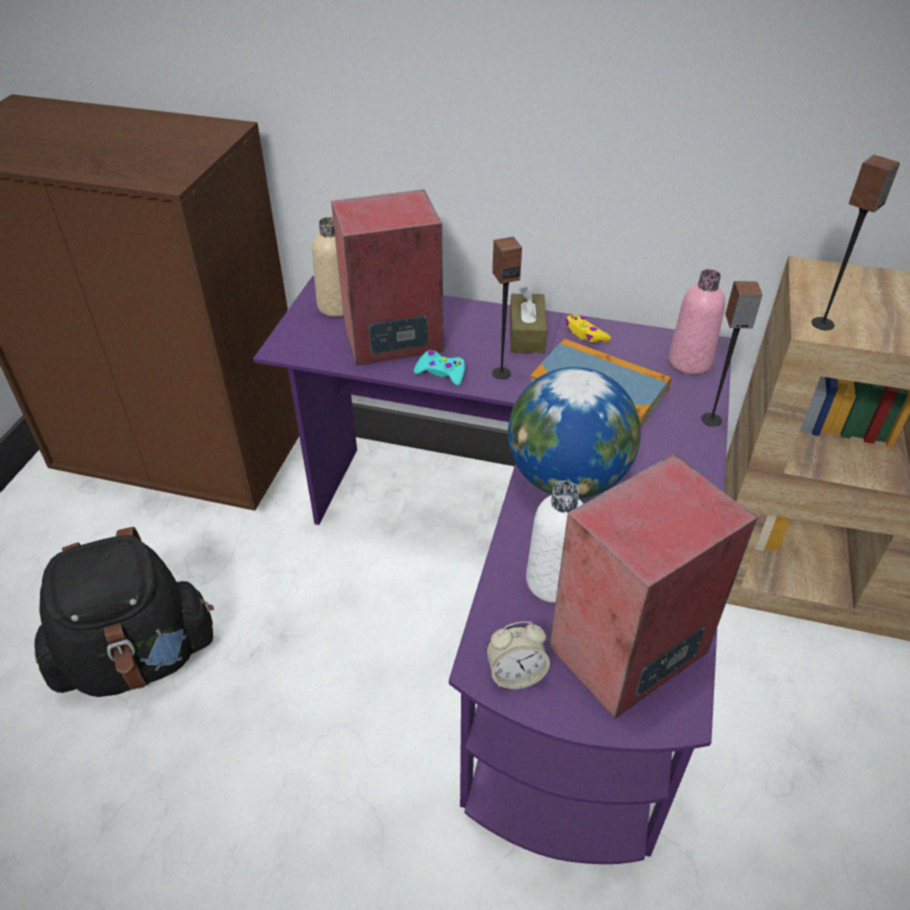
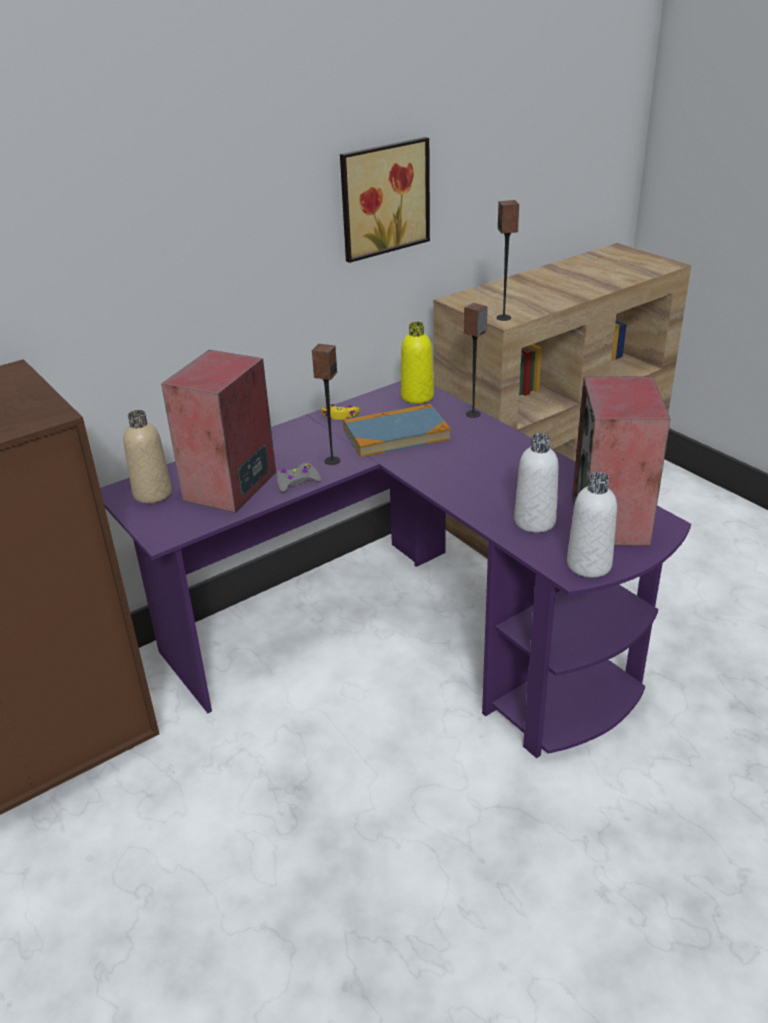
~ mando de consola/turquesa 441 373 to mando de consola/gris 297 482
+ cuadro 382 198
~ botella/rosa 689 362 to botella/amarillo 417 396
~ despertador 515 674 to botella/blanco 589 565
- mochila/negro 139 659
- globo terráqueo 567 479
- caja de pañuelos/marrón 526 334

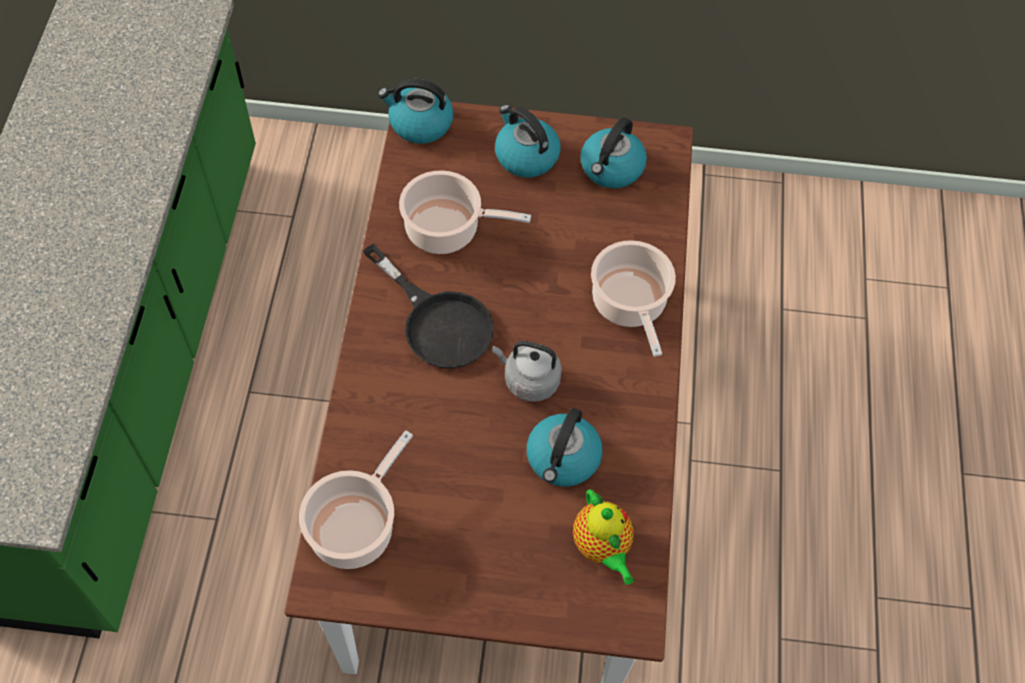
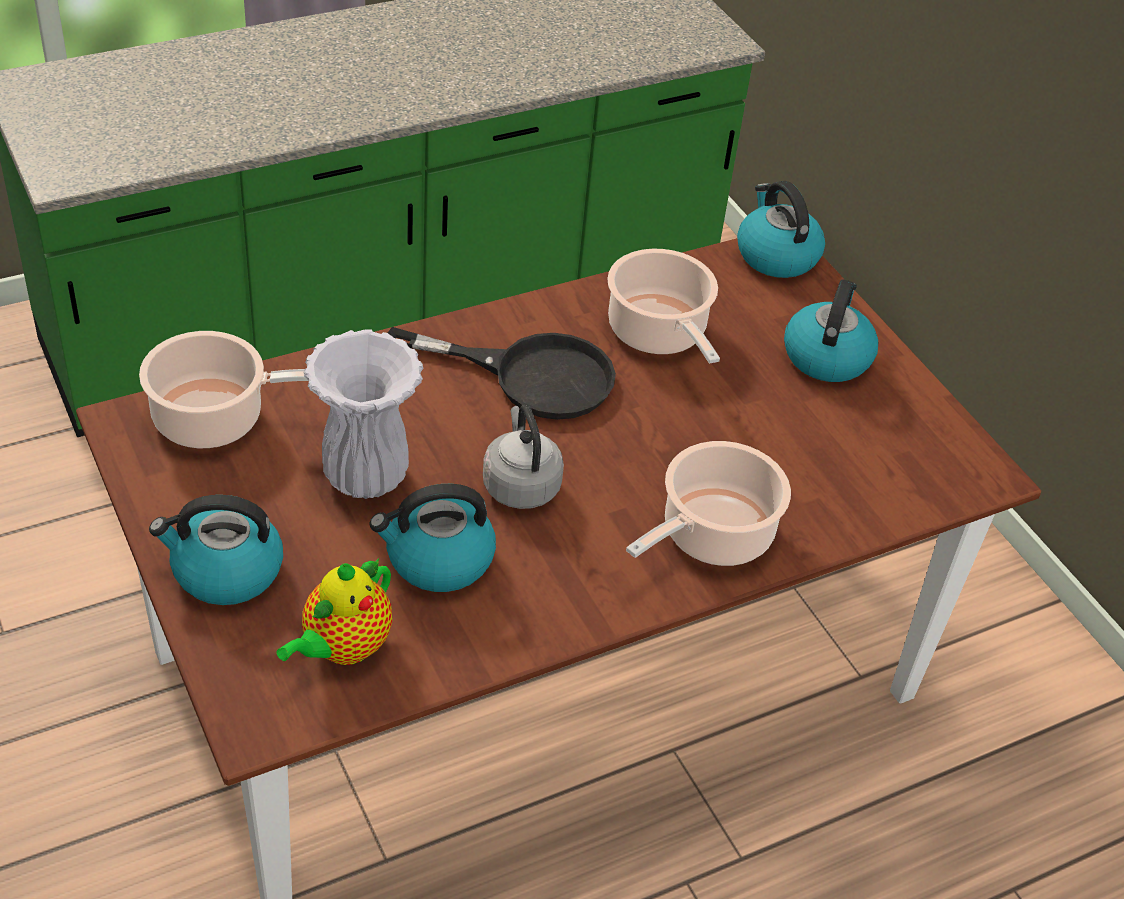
~ hervidor 611 168 to 225 571
+ florero/blanco 363 476
~ sartén/negro 438 321 = 531 376 90 degrees counterclockwise

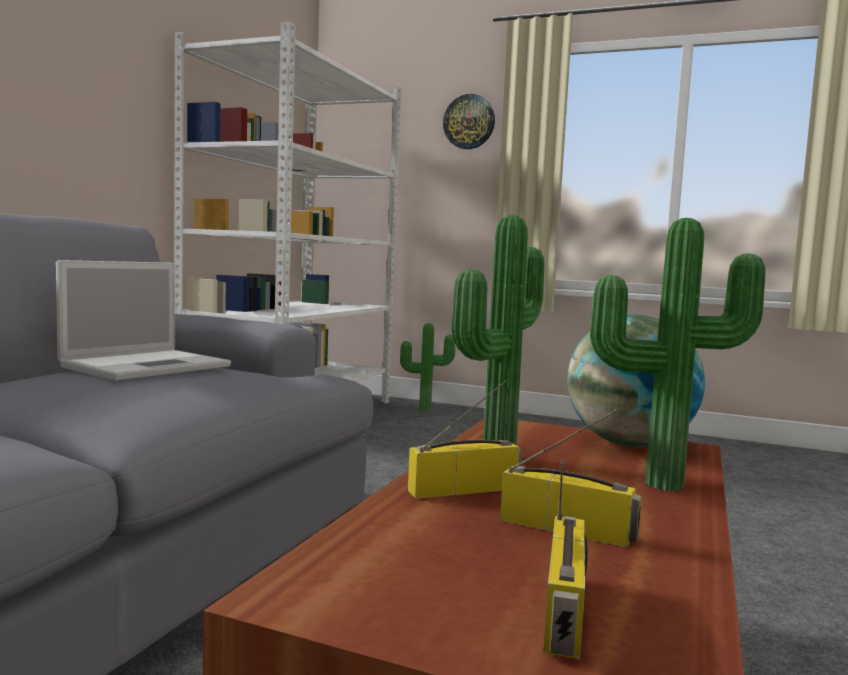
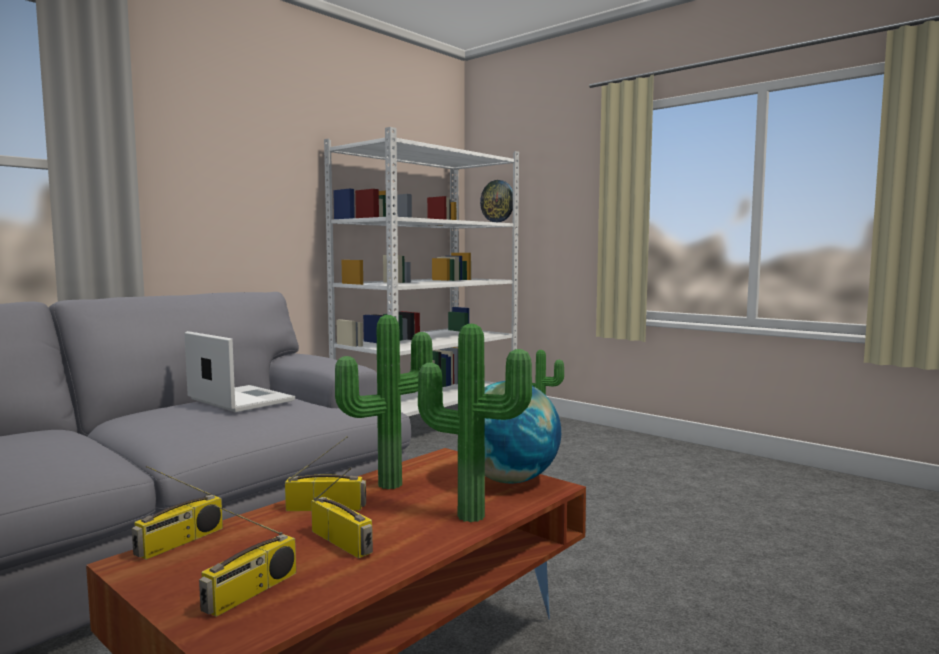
+ radio 180 542
~ portátil 149 366 = 239 399 105 degrees counterclockwise
~ reloj de pared 469 122 to 498 201

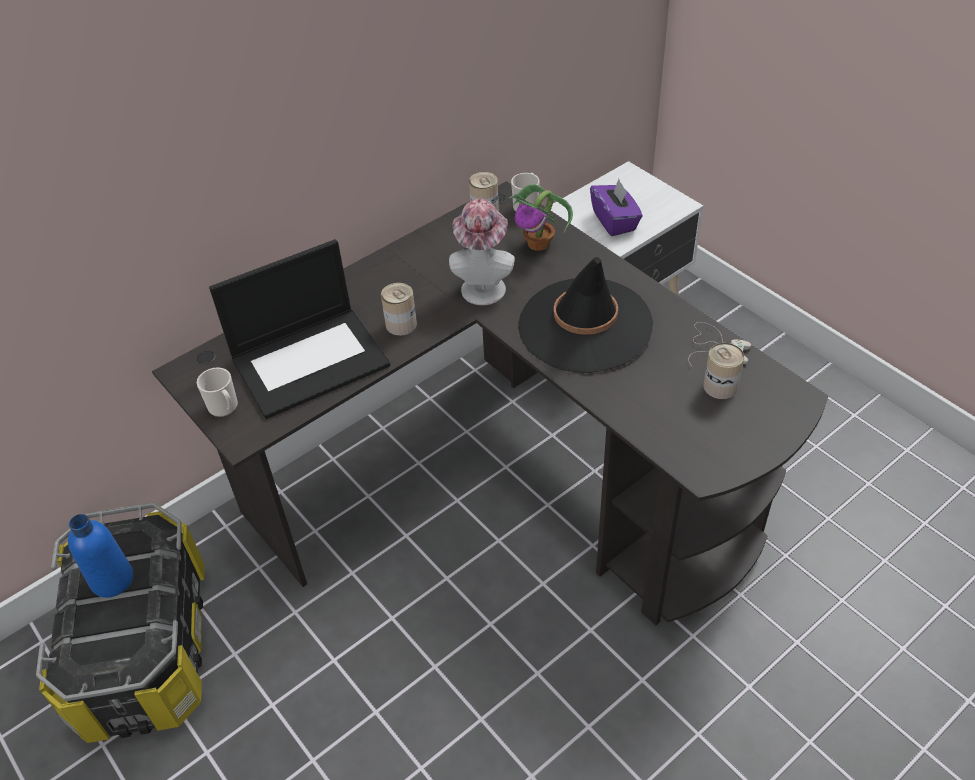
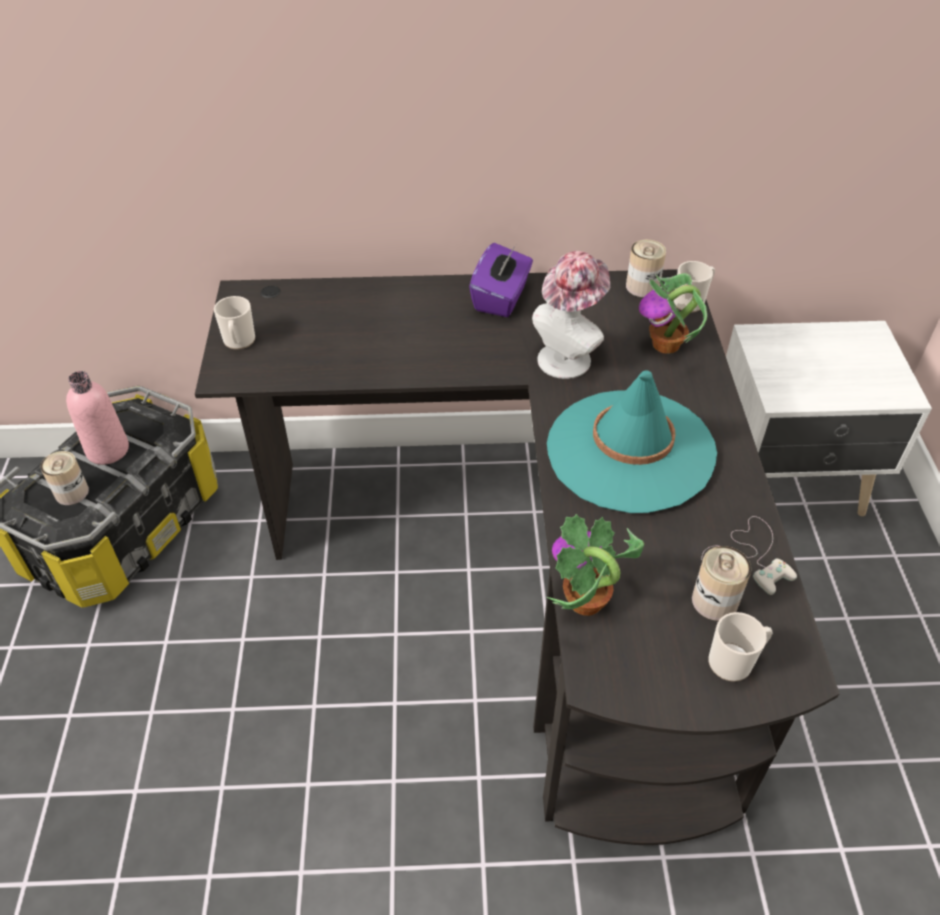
~ lata 401 324 to 72 492
~ botella/azul 112 579 to botella/rosa 107 450
~ caja de pañuelos/morado 615 221 to 501 298
~ sombrero/negro 585 325 to sombrero/turquesa 630 451
+ planta en maceta 585 602
+ taza grande 734 661
- portátil 311 360

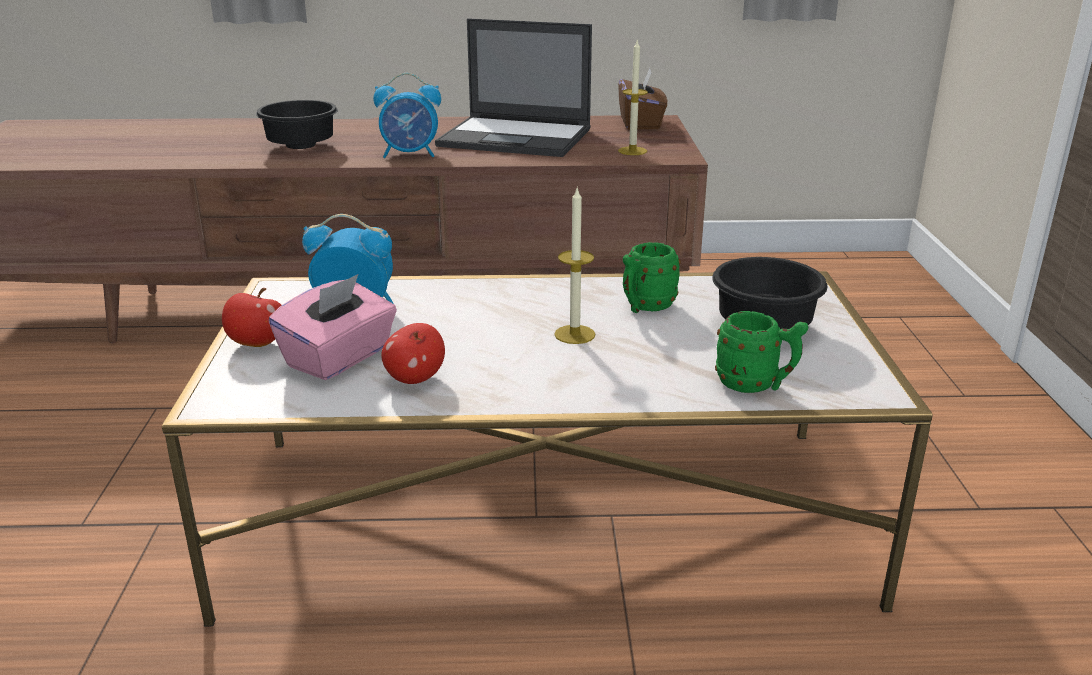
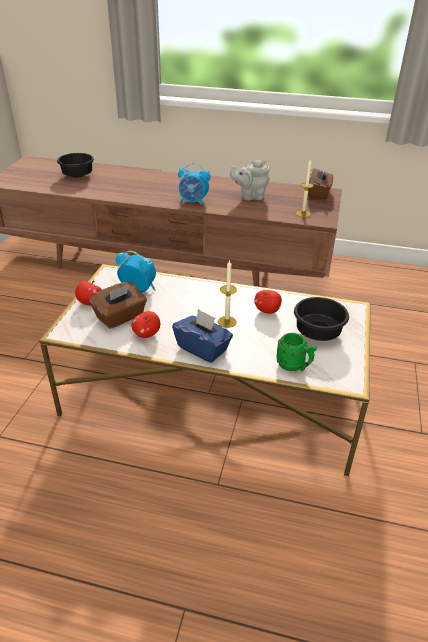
~ cuenco/negro 300 146 to 77 175
~ caja de pañuelos/rosa 339 358 to caja de pañuelos/marrón 120 317
+ caja de pañuelos/azul 203 348
~ portátil 517 138 to tetera/gris 250 196
~ taza grande/verde 644 307 to manzana 267 311

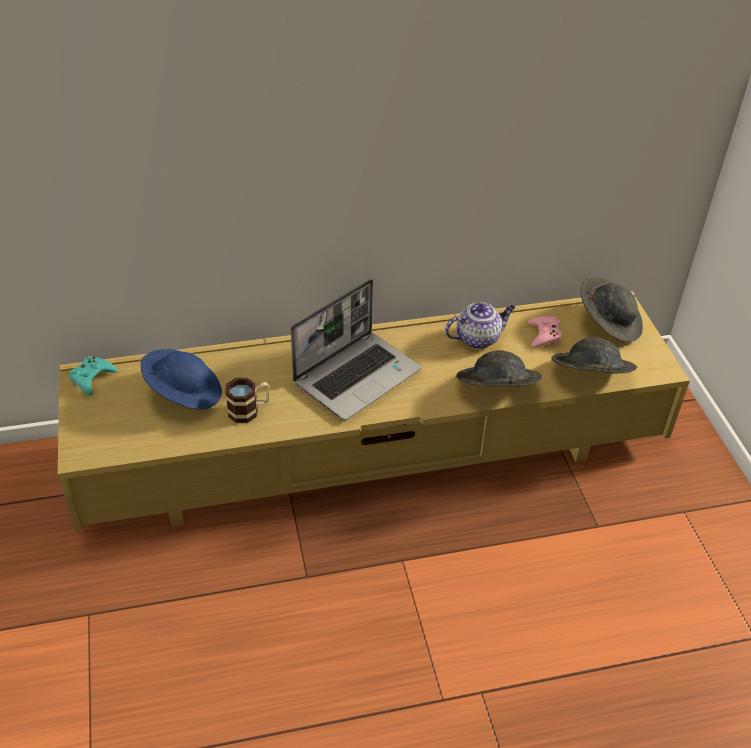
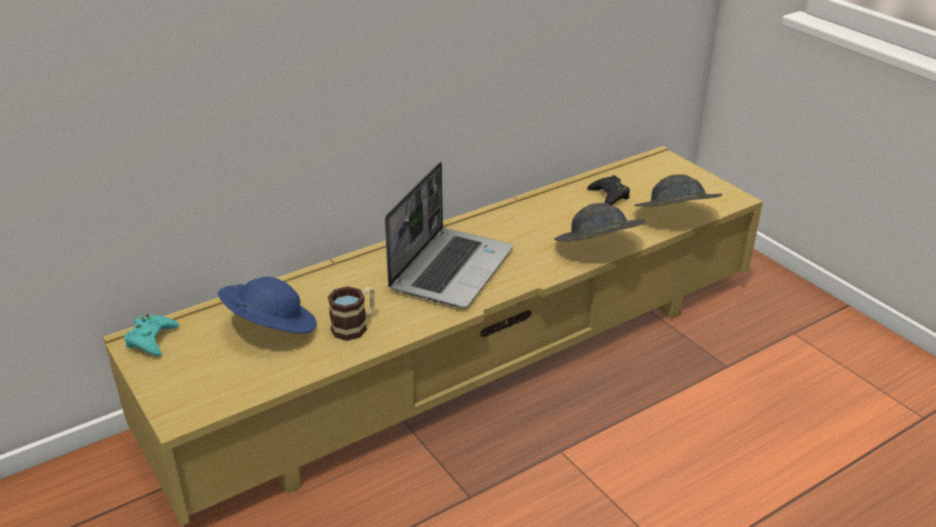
~ mando de consola/rosa 544 335 to mando de consola/negro 609 195
- tetera 478 338
- sombrero/gris 608 323

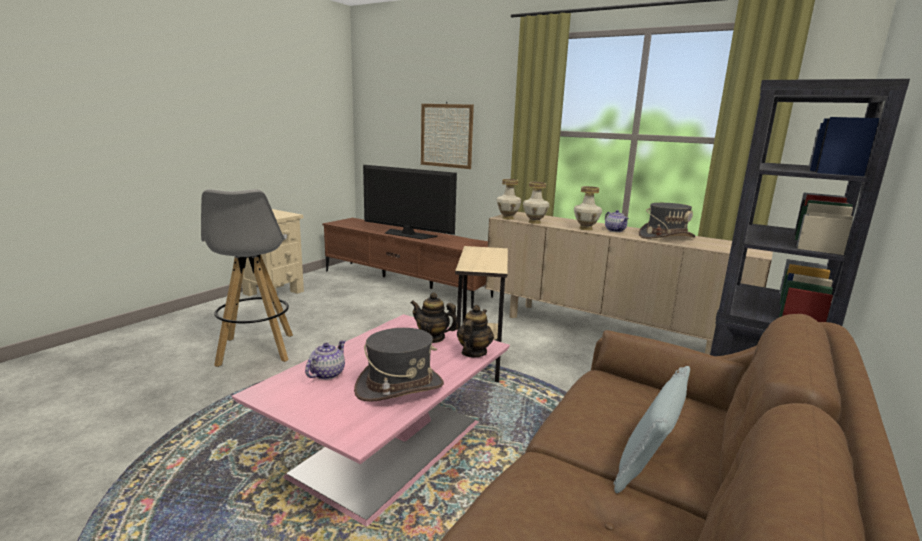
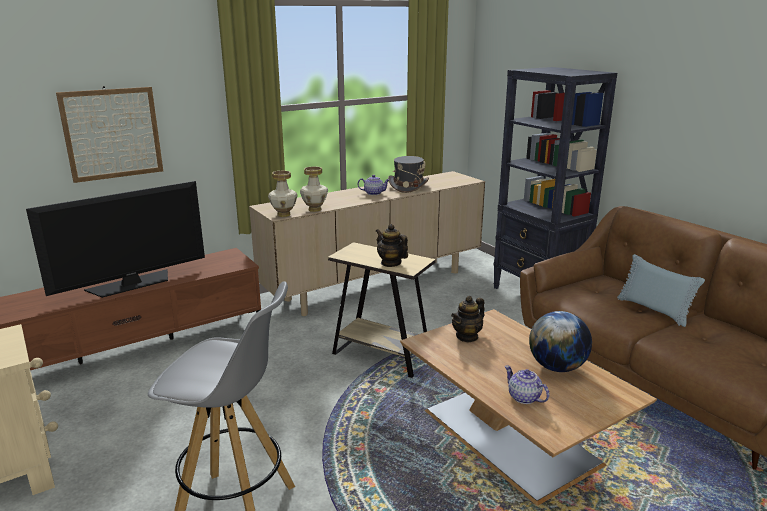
~ tetera 473 352 to 391 263
~ mesa de centro/rosa 387 450 to mesa de centro/marrón 512 438
~ sombrero/gris 399 387 to globo terráqueo 557 367
- florero 586 228

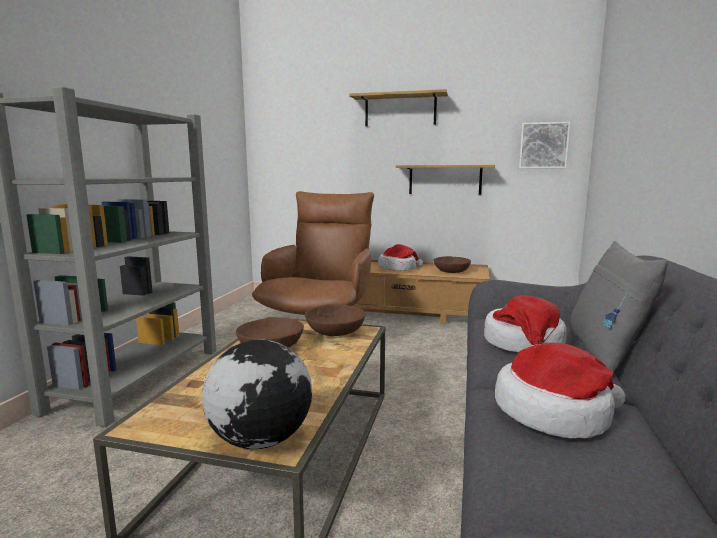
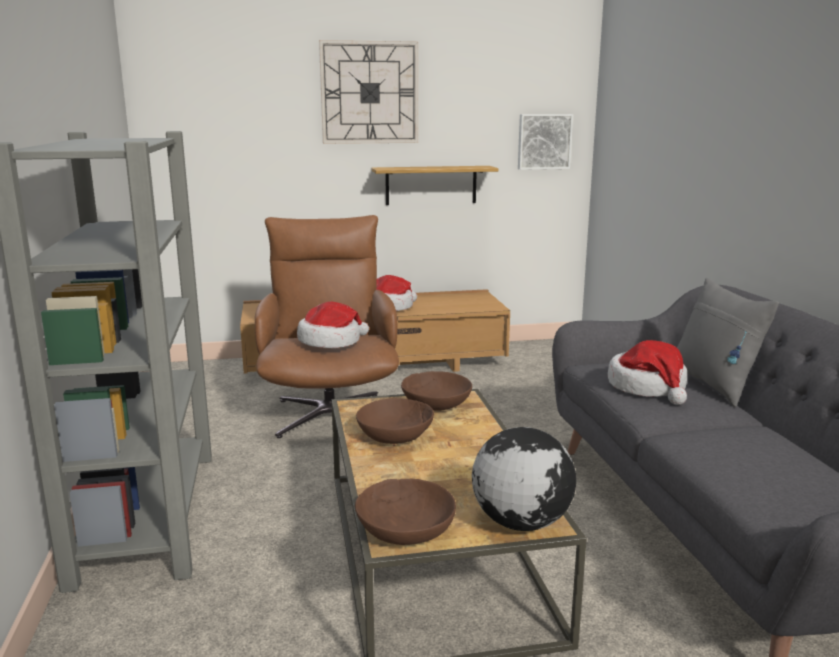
~ sombrero 554 412 to 331 341
~ estante 400 110 to reloj de pared 369 93
~ cuenco/marrón 451 271 to 405 531

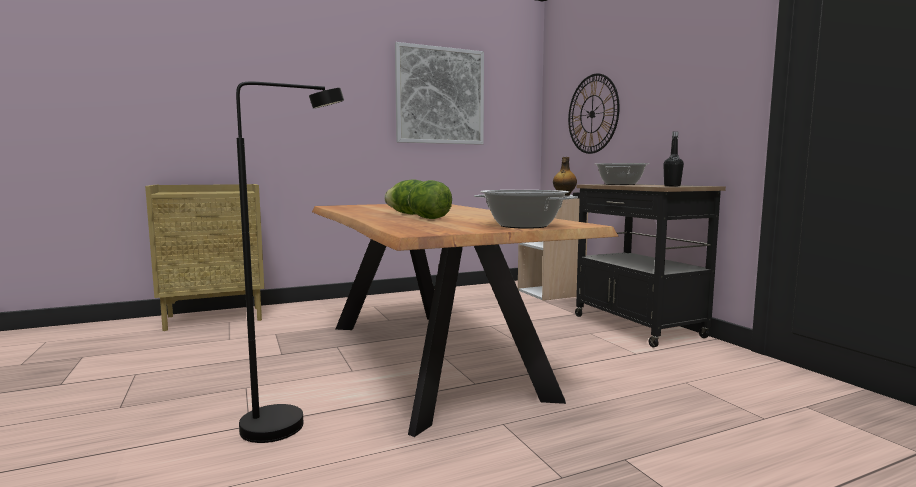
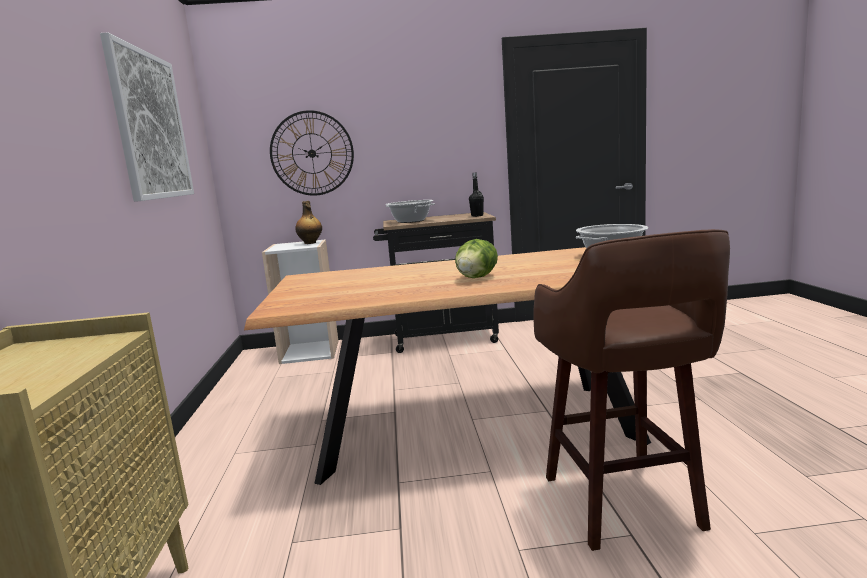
~ lámpara de pie/negro 290 422 to taburete/marrón 623 507
- lechuga 428 218

